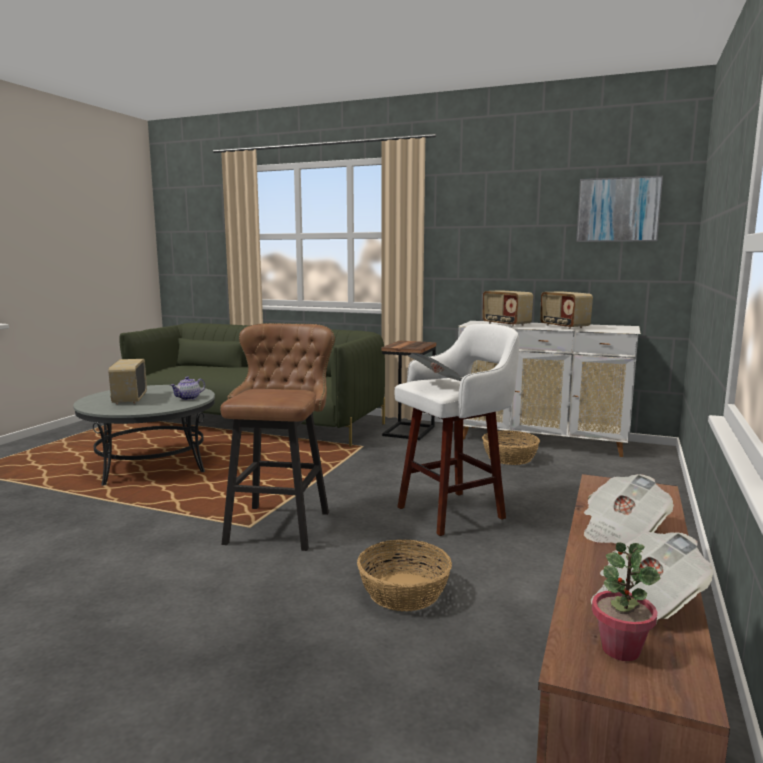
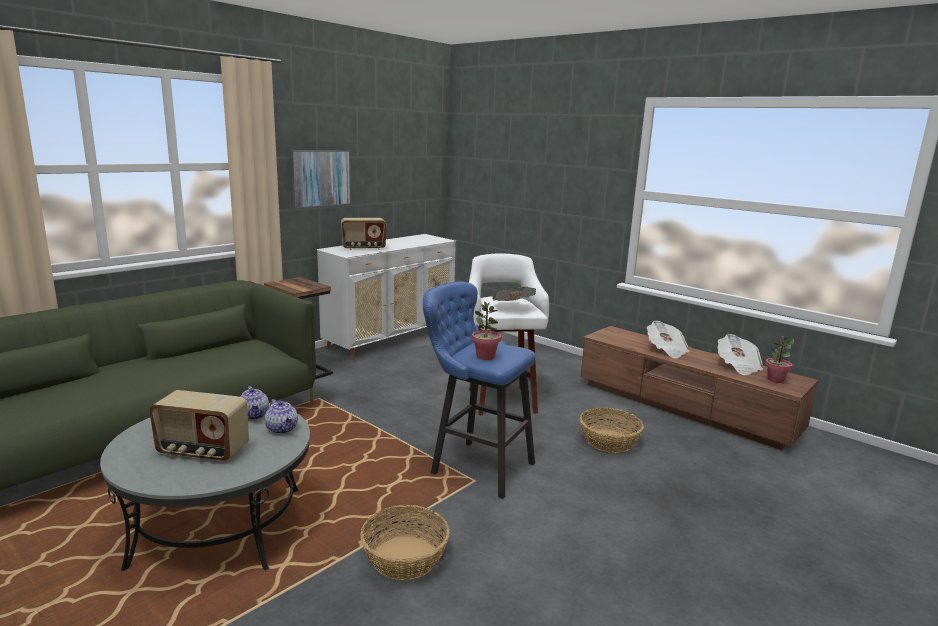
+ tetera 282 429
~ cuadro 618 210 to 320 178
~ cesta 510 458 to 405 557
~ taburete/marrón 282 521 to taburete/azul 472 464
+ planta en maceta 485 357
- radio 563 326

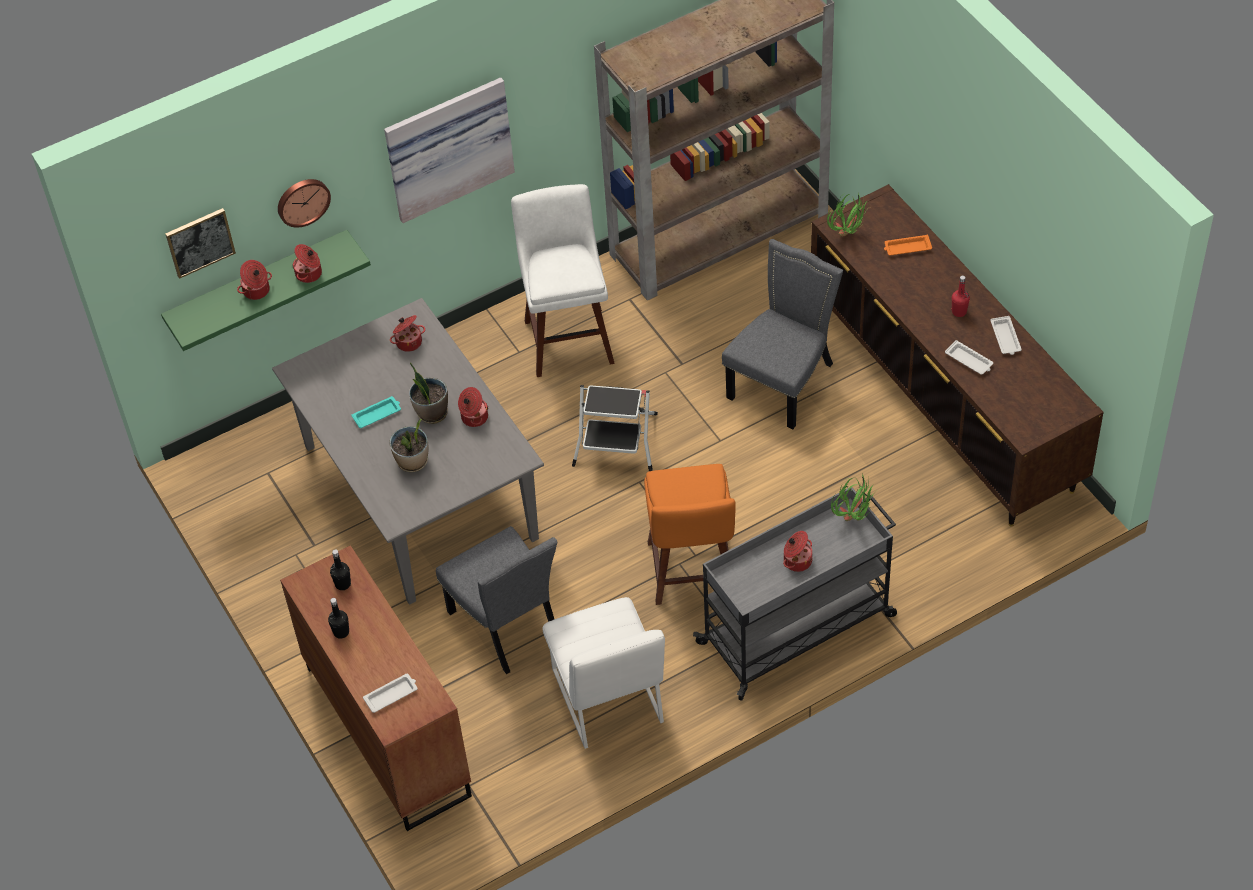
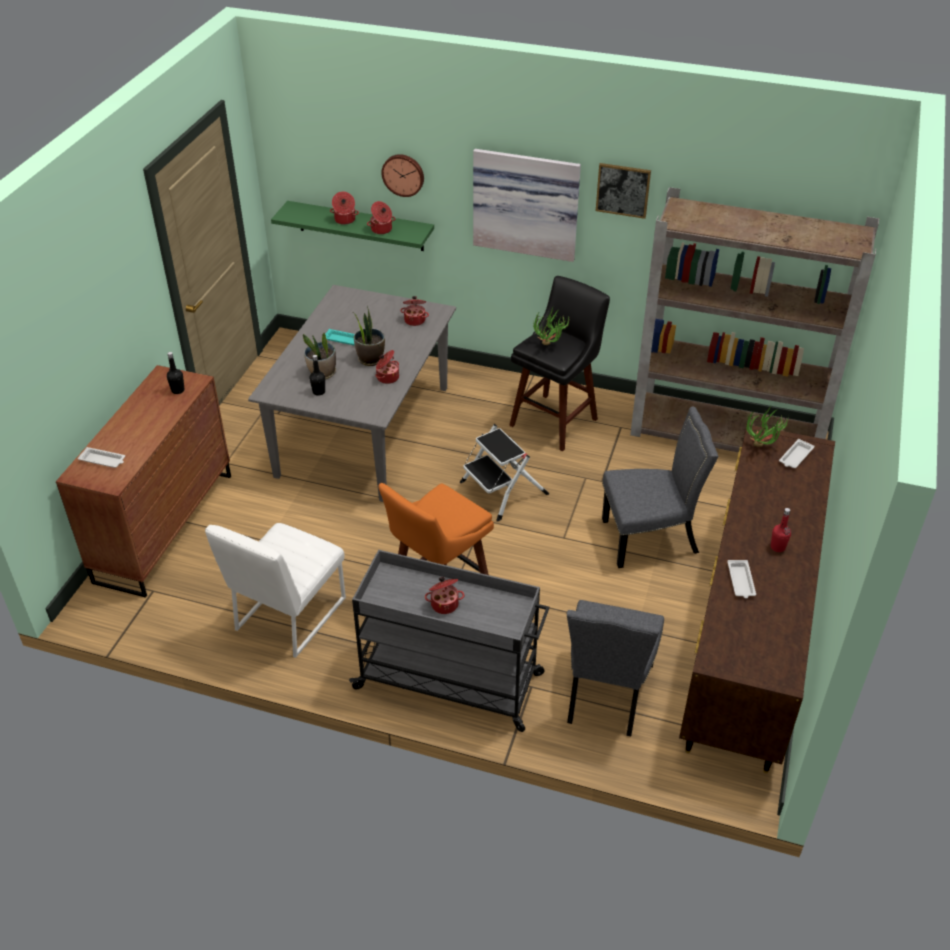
~ botella/negro 341 632 to 319 392
~ taburete/blanco 568 338 to taburete/negro 555 420
~ planta en maceta 854 518 to 549 346
~ silla/gris 506 623 to 607 690
~ cuadro 200 242 to 623 190
~ bandeja/blanco 1005 338 to 795 457
- bandeja/naranja 907 248

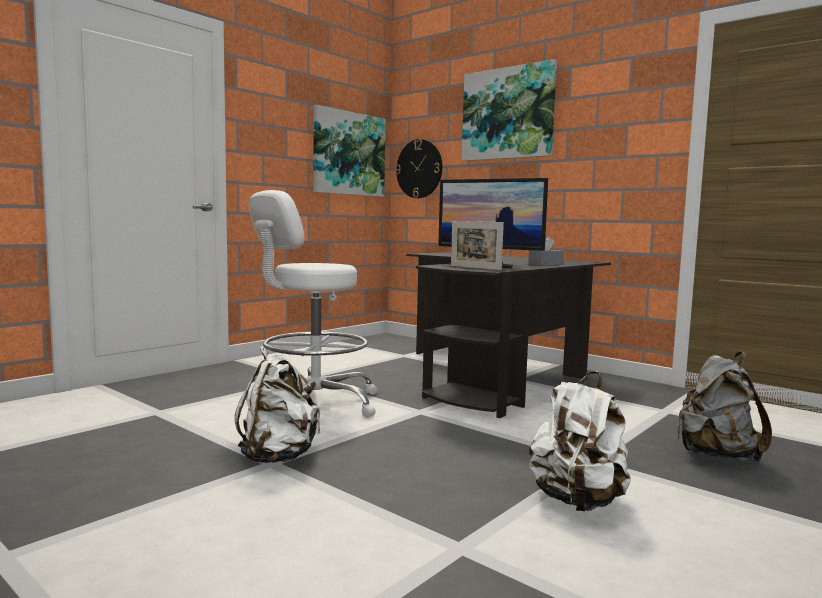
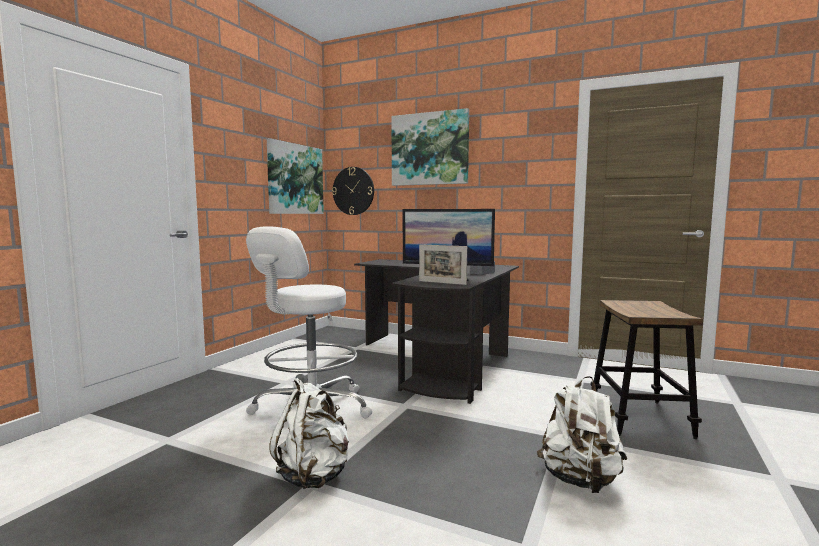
~ mochila/gris 716 455 to taburete 639 418

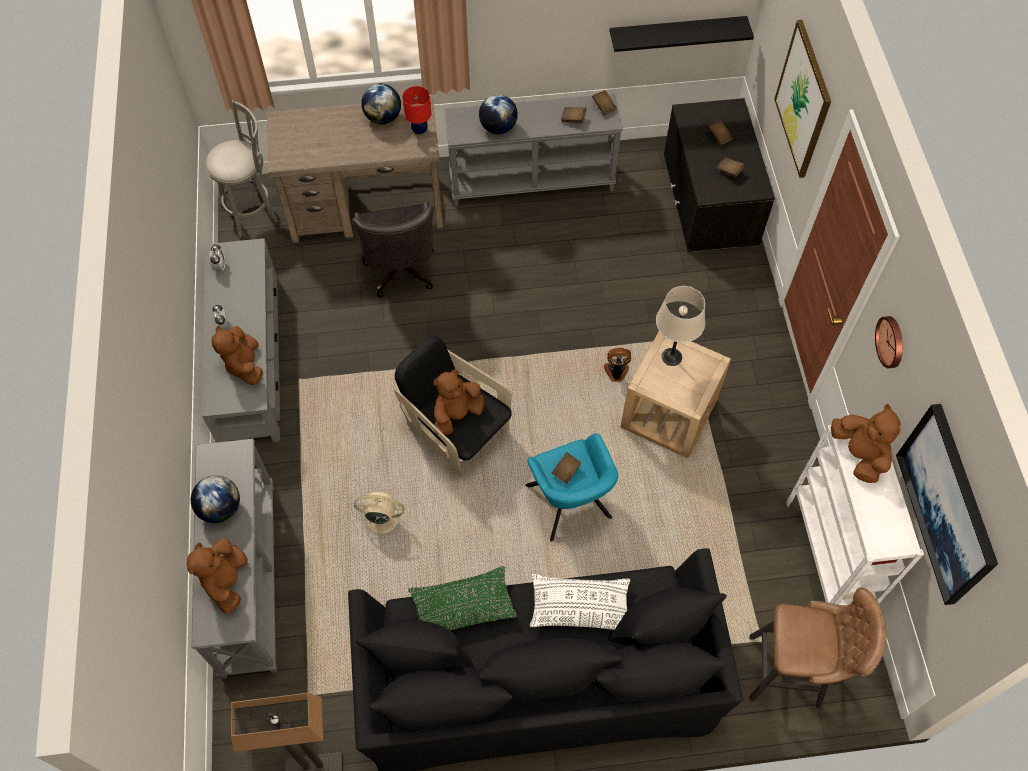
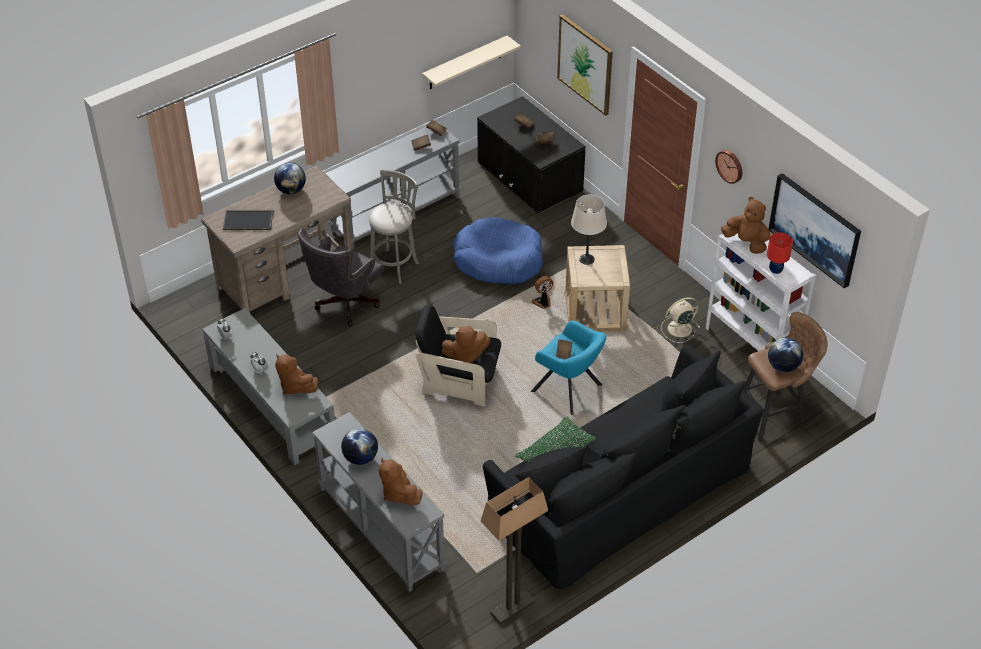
+ bandeja 248 220
~ silla de oficina/gris 401 273 = 345 306 75 degrees clockwise
~ taburete/gris 253 212 to 395 265
~ estante/negro 676 33 to estante/beis 465 63
~ peluche/marrón 457 414 = 465 355 120 degrees counterclockwise
+ cama para perro/azul 498 260
~ ventilador/beis 380 519 to 678 329
~ lámpara de mesa/rojo 419 130 to 775 271
~ globo terráqueo 498 127 to 783 366
- cojín/blanco 579 606

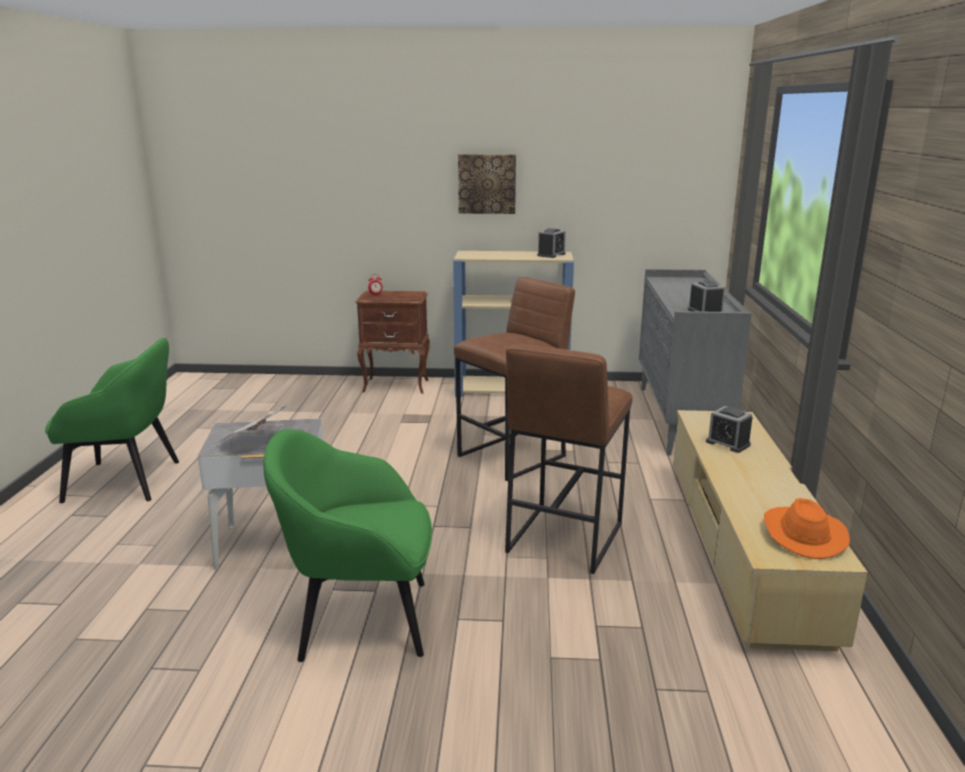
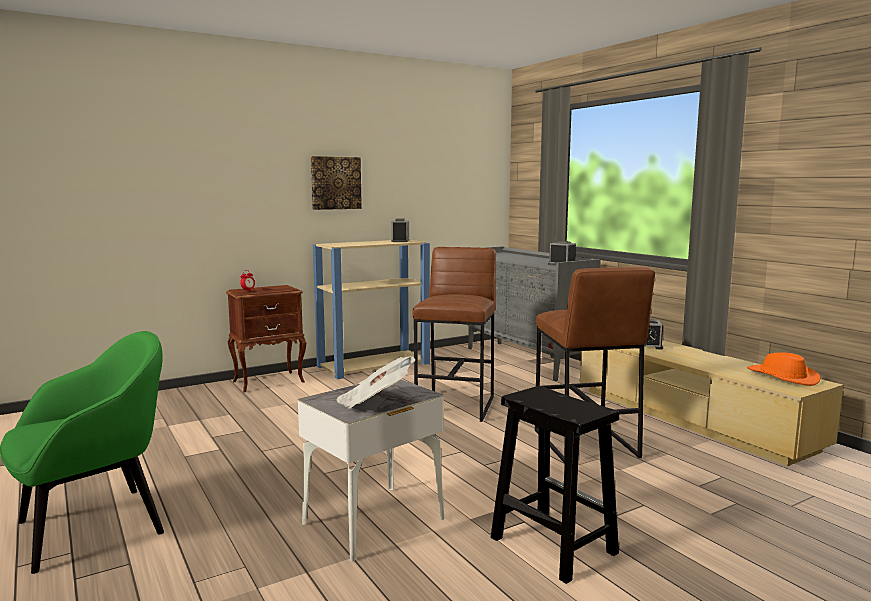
~ sillón/verde 360 619 to taburete/negro 551 545

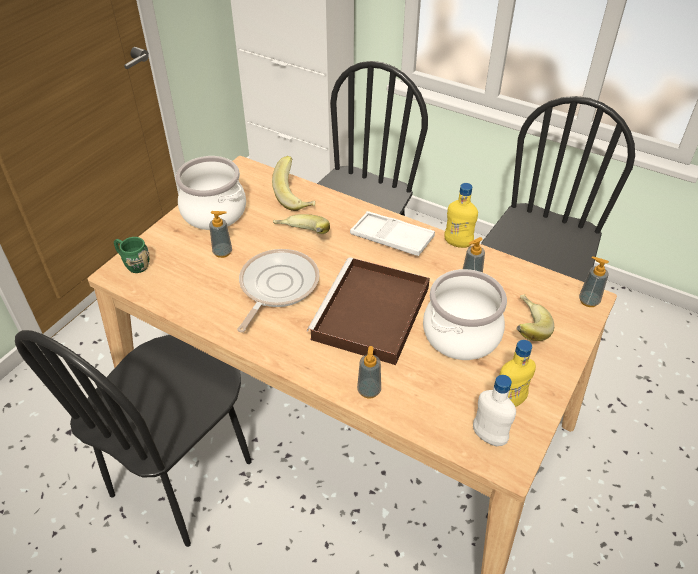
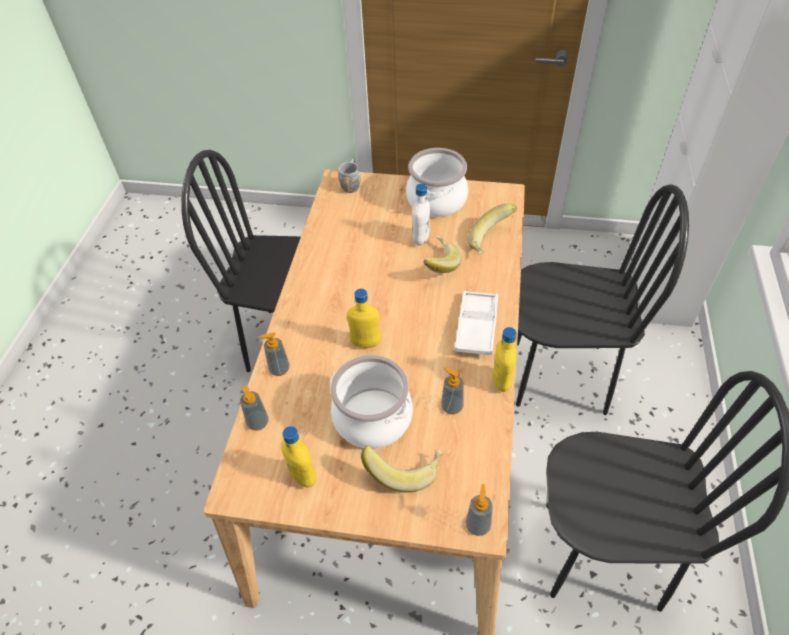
~ dispensador de jabón 222 252 to 258 422
~ taza grande/verde 133 264 to taza grande/gris 351 184
~ bandeja/marrón 371 315 to botella/amarillo 365 343
~ botella/blanco 489 437 to 420 239
- sartén 276 286

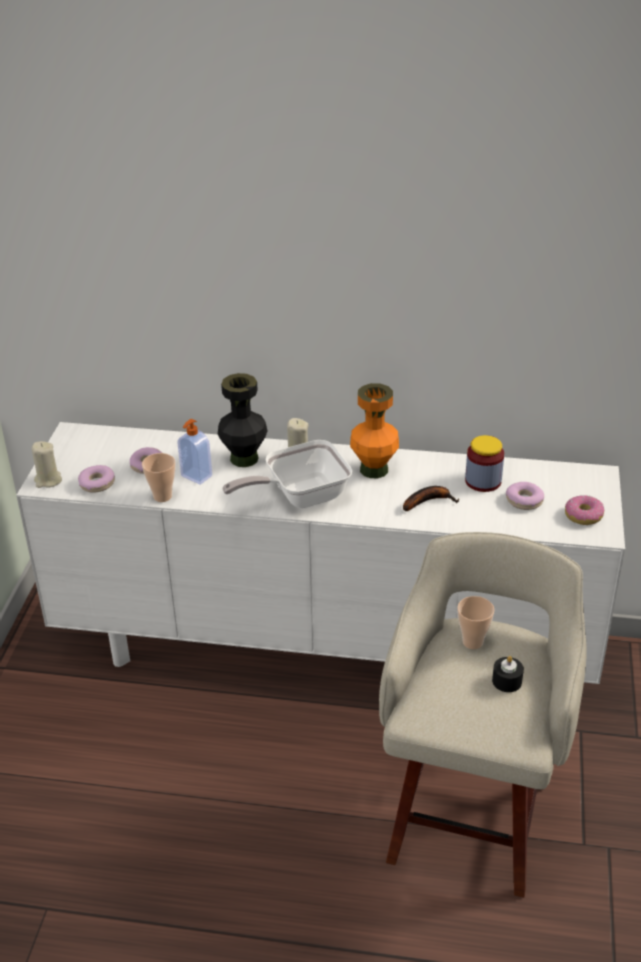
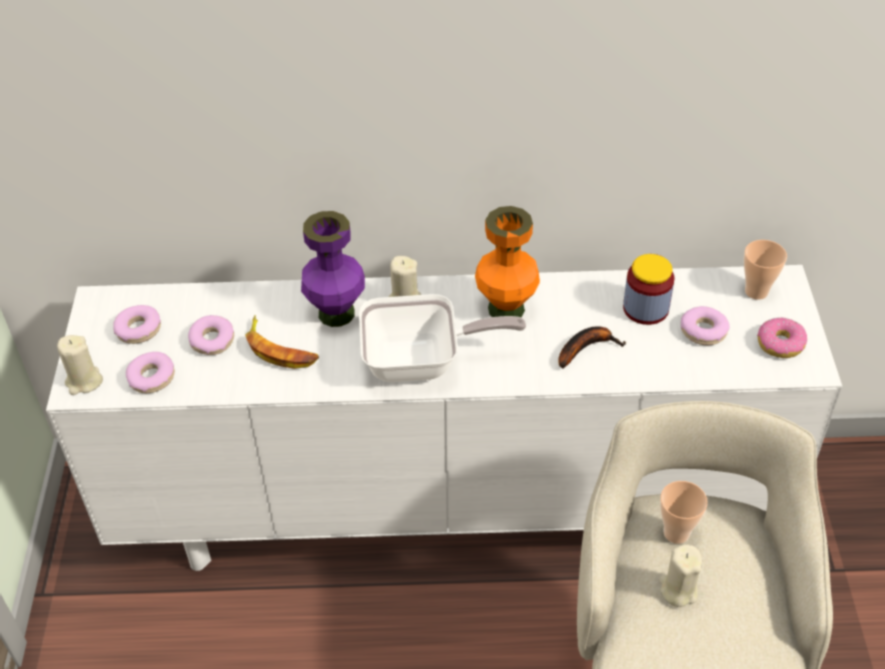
+ rosquilla 138 330
~ dispensador de jabón 196 476 to plátano 280 349
~ florero/negro 244 458 to florero/morado 336 313
~ sartén 299 496 = 422 362 150 degrees counterclockwise
+ vela/beis 678 589
~ taza 162 496 to 756 291
- vela/negro 507 681

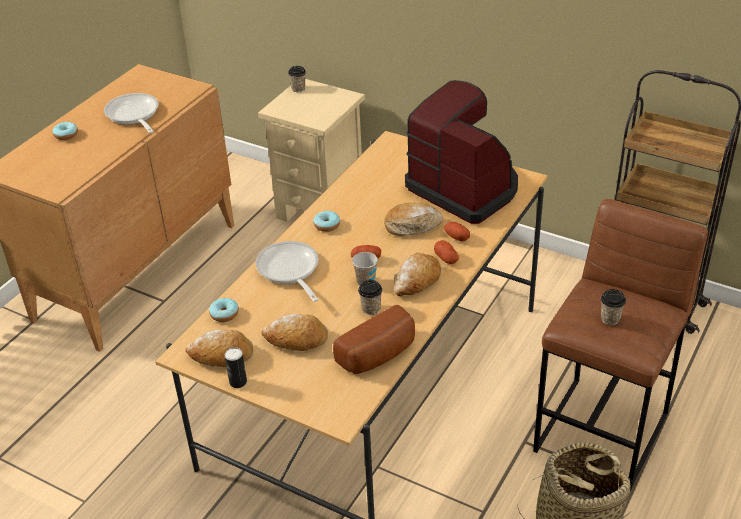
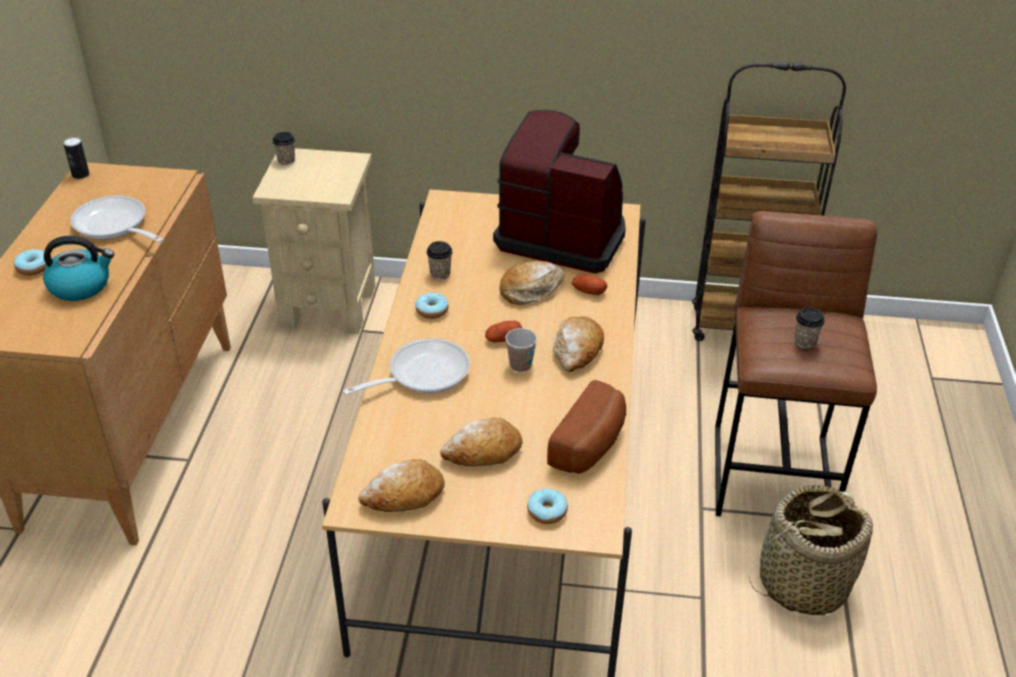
+ hervidor 81 286
~ lata 238 382 to 80 175
~ sartén 289 271 = 422 374 105 degrees clockwise
~ taza 371 309 to 440 274
~ rosquilla 224 314 to 547 511
- patata 446 258

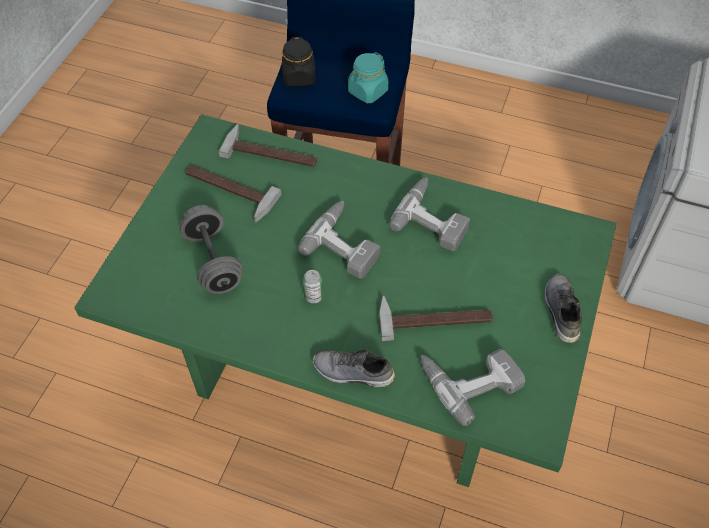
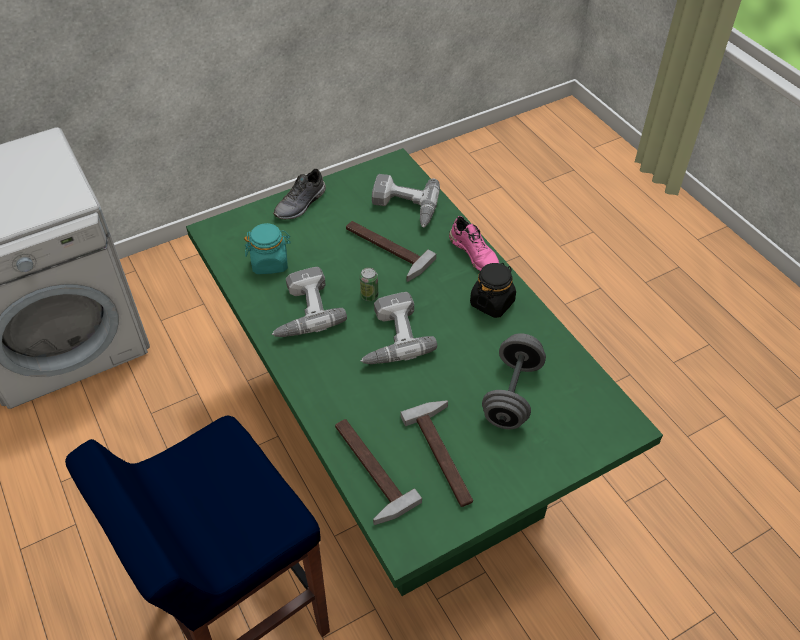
~ tarro/turquesa 367 91 to 270 263
~ lata 313 296 to 369 295
~ zapato/gris 352 373 to zapato/rosa 475 253
~ tarro/negro 299 77 to 492 302

